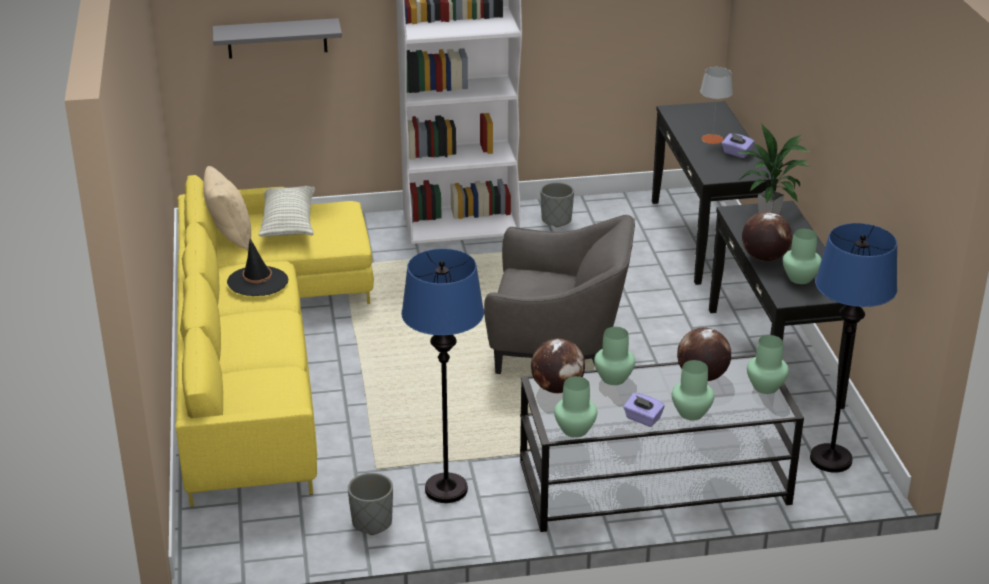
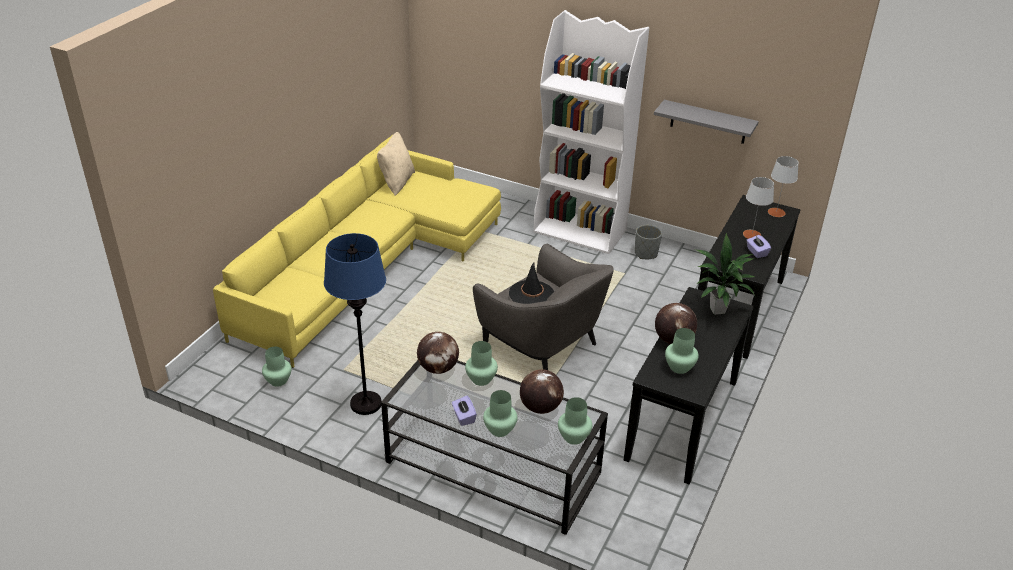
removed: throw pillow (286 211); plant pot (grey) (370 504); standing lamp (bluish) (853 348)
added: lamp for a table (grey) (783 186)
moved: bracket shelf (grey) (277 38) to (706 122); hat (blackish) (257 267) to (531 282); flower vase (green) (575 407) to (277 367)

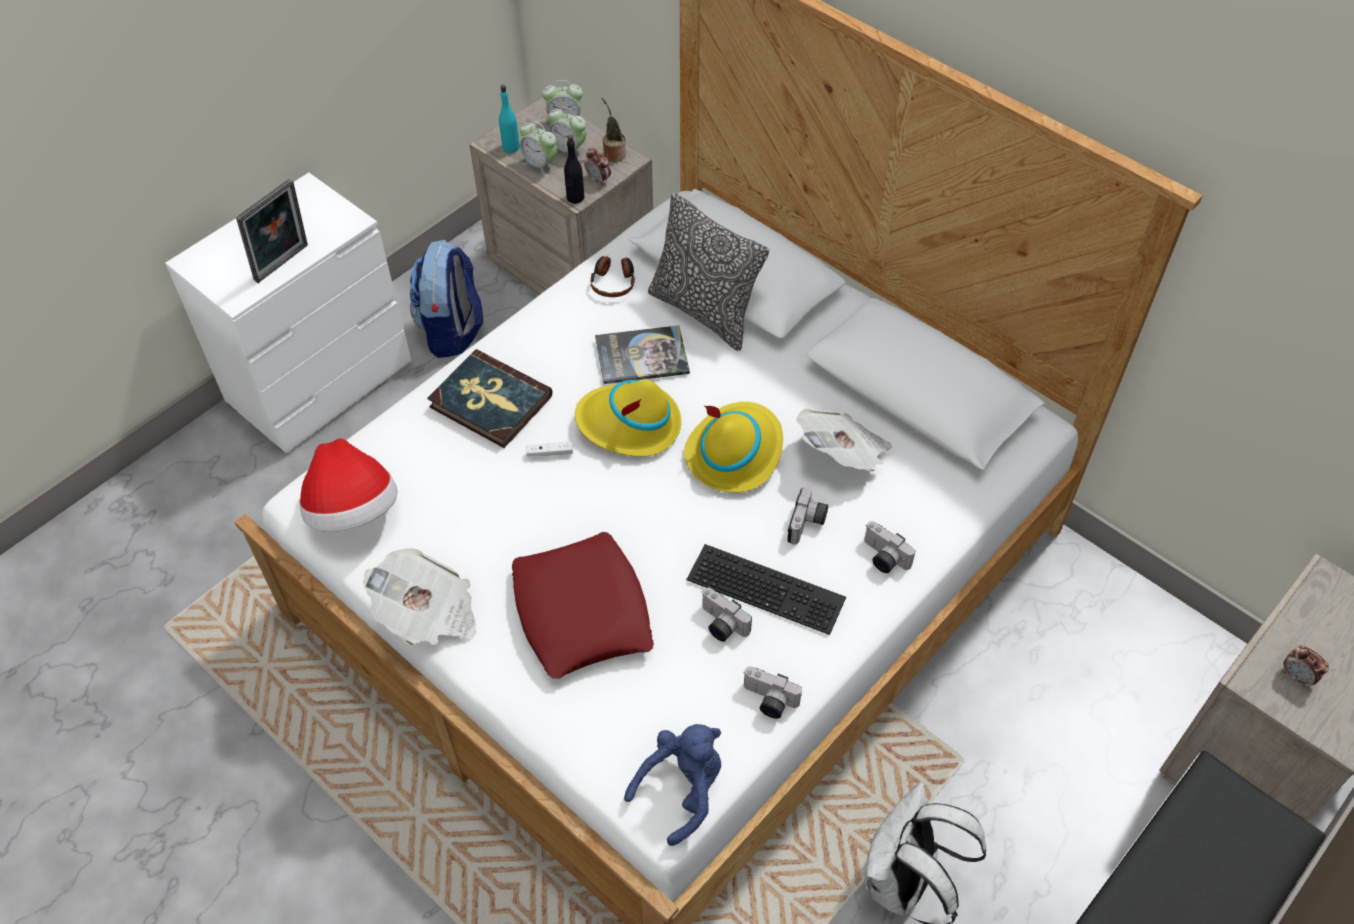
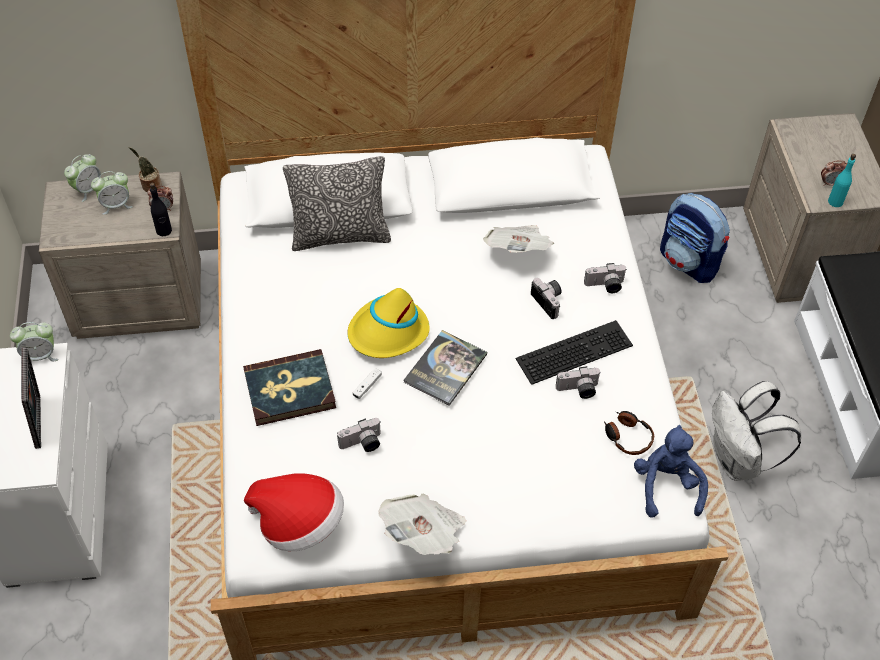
removed: throw pillow (red) (583 605); hat (yellow-coloured) (733 447)
moved: rucksack (446 299) to (695 238); bottle (turquoise-coloured) (509 119) to (842 180); alarm clock (538 149) to (34 342); headset (612 276) to (629 433); book (642 354) to (445 368); photo camera (772 693) to (359 435)

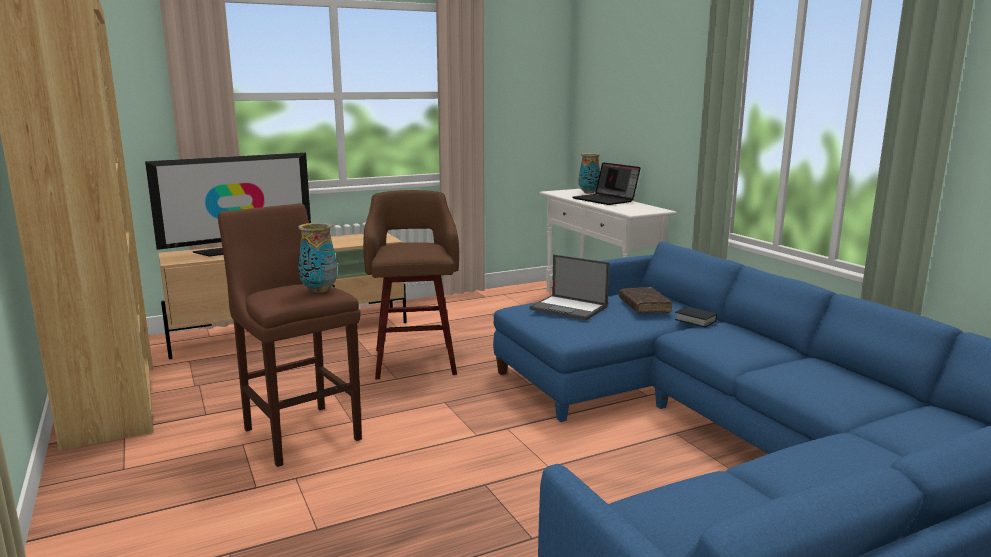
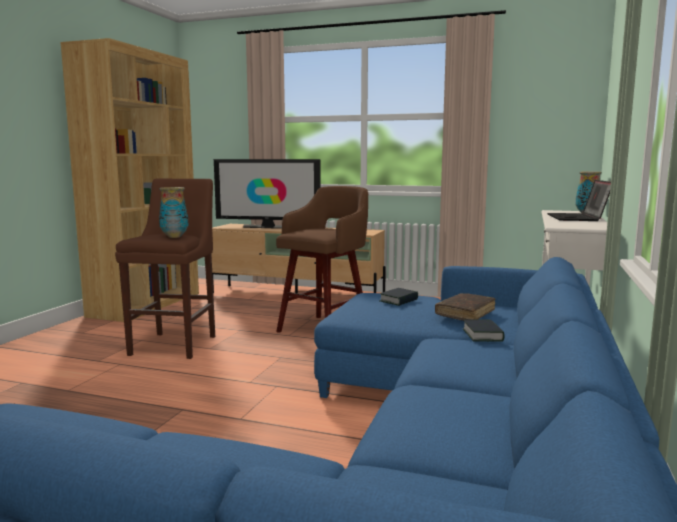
replaced: portable computer (569 287) to book (398 297)

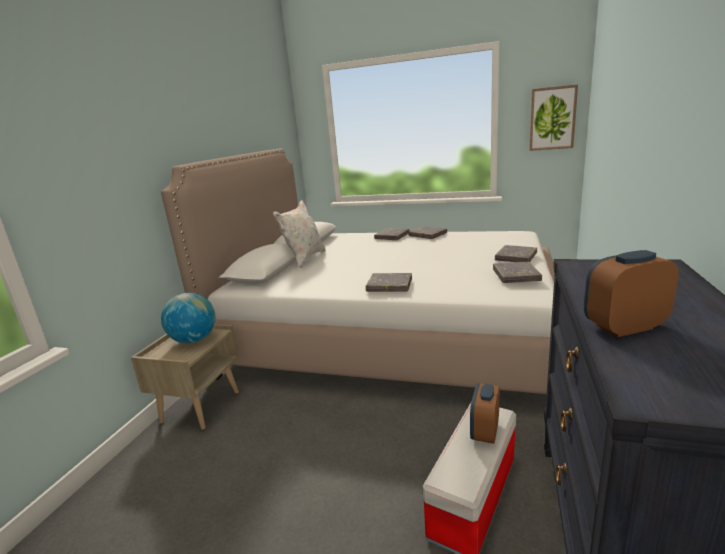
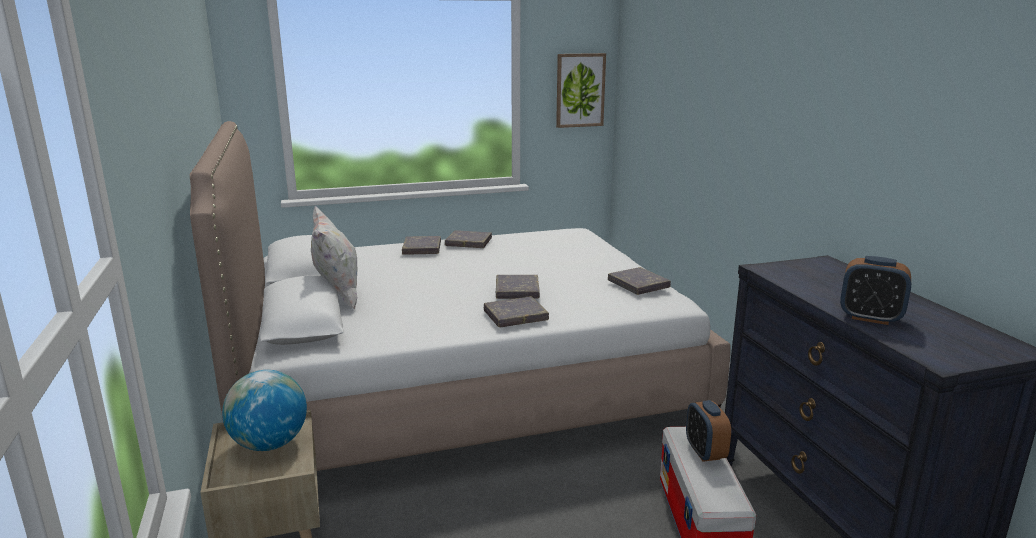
moved: book (grey) (516 253) to (517 287)
turned: alarm clock (631 293) = (875 290) 105 degrees counterclockwise

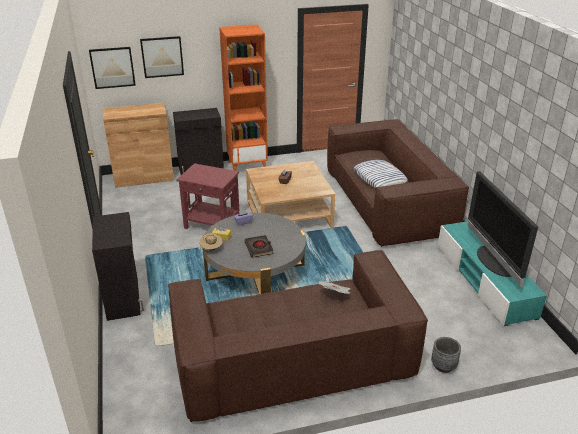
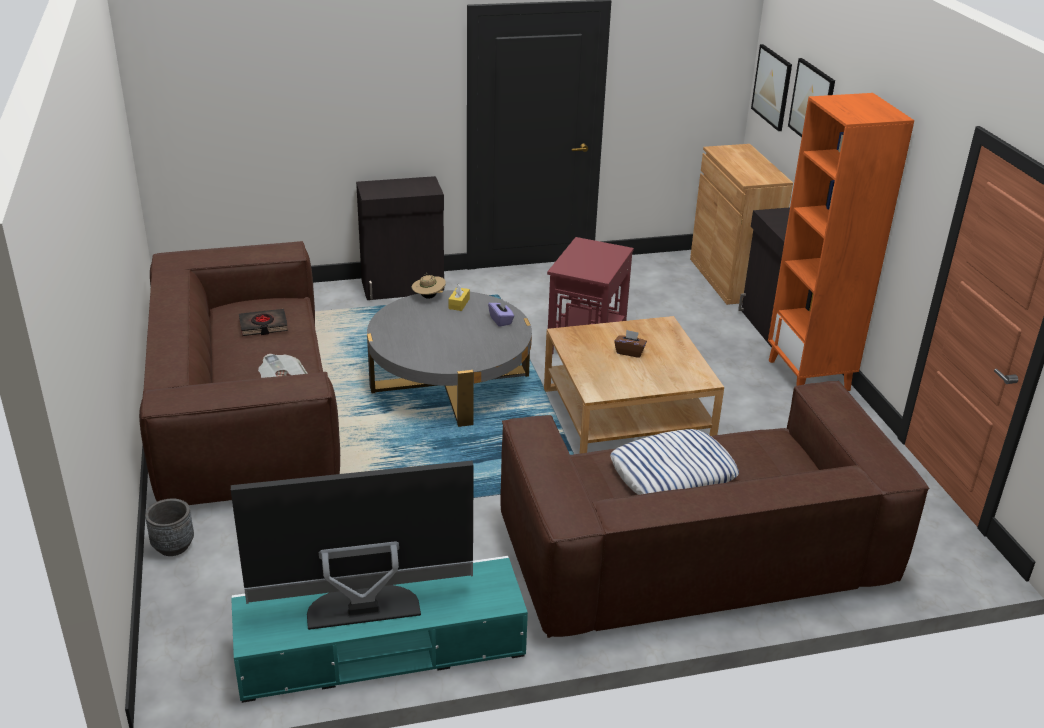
moved: book (blackish) (259 246) to (263 322)

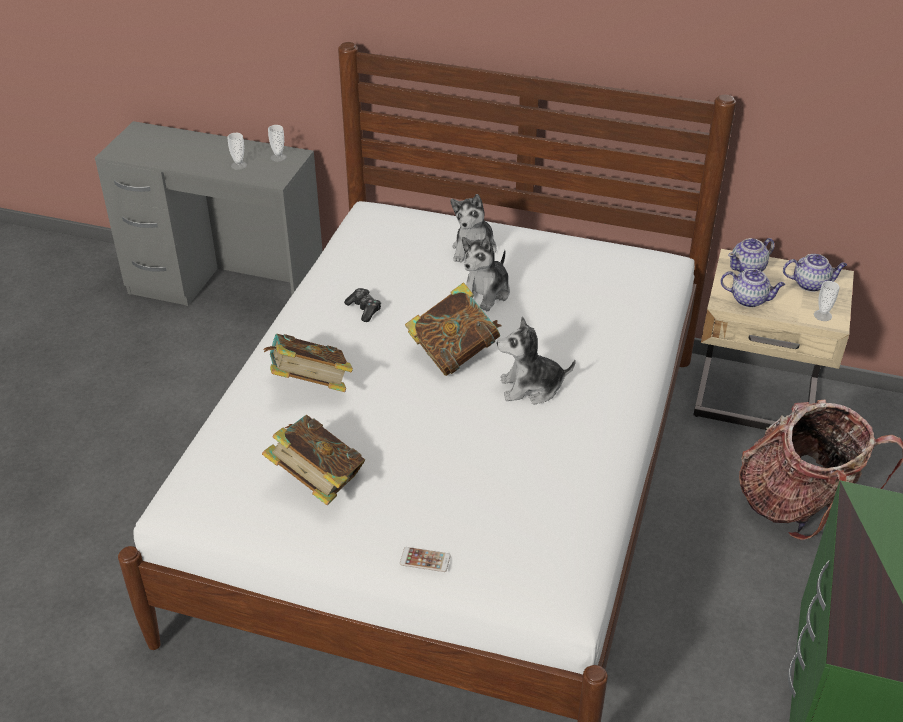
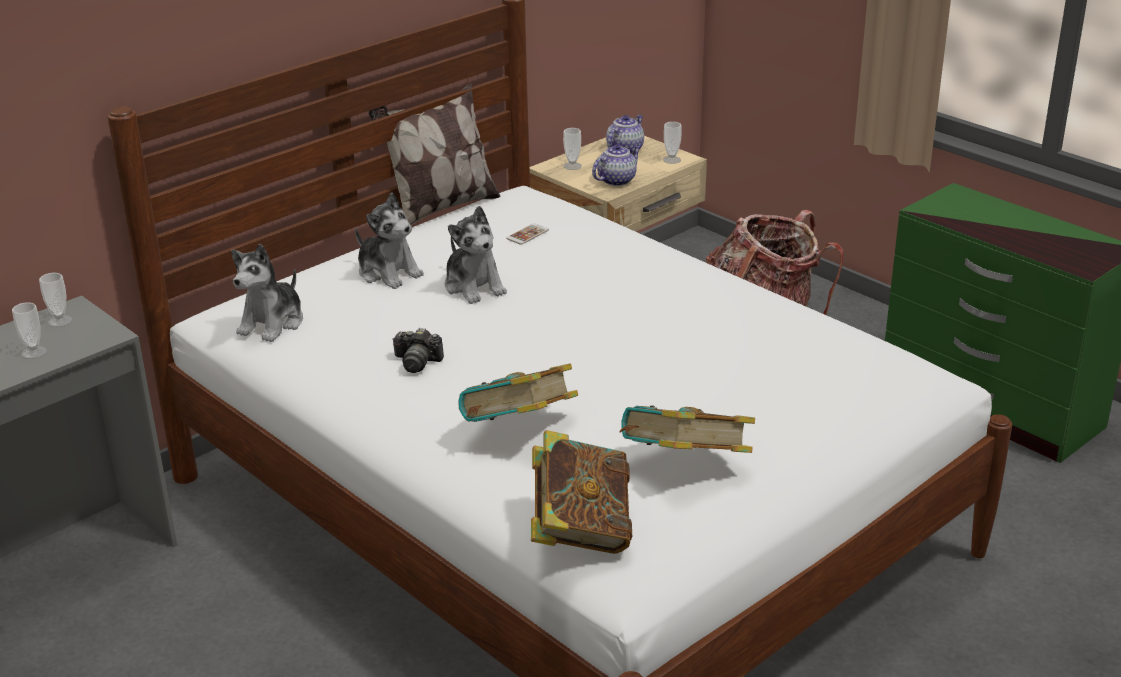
added: throw pillow (435 155)
moved: handset (425 559) to (527 234); book (453 329) to (581 492); cuddly toy (536 360) to (267 293)
replaced: game controller (362 305) to photo camera (418 350); tea pot (751 255) to cup (572 149)

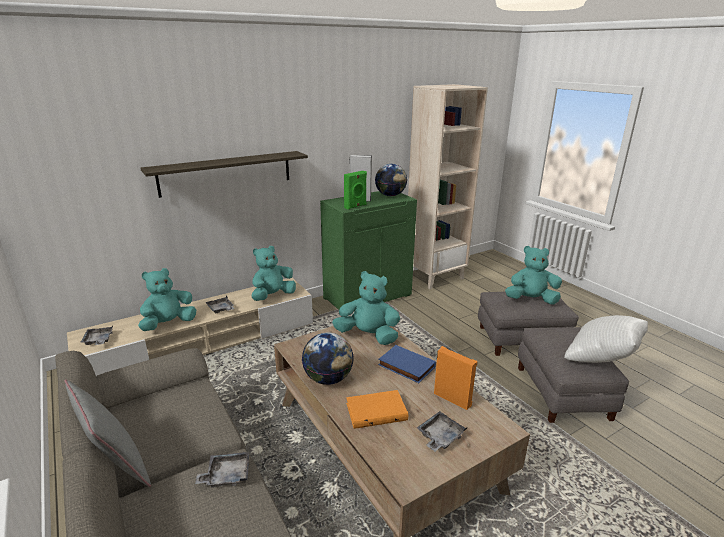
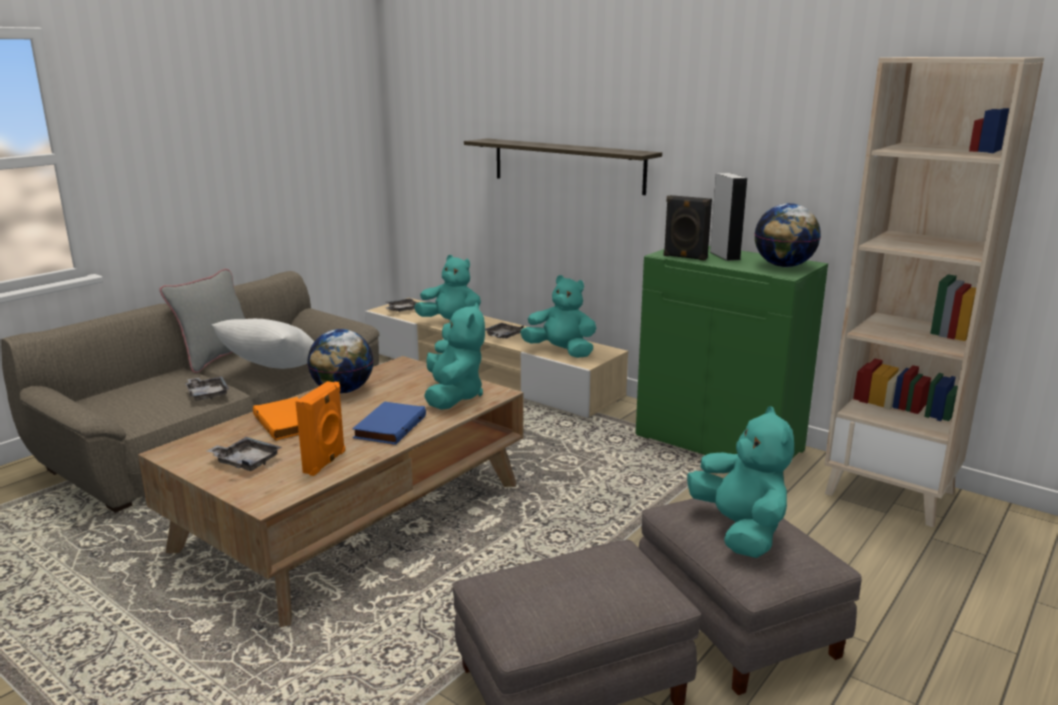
moved: throw pillow (whitish) (606 339) to (263 344)
recoloured: audio speaker (green) (355 190) to audio speaker (blackish) (687 228)

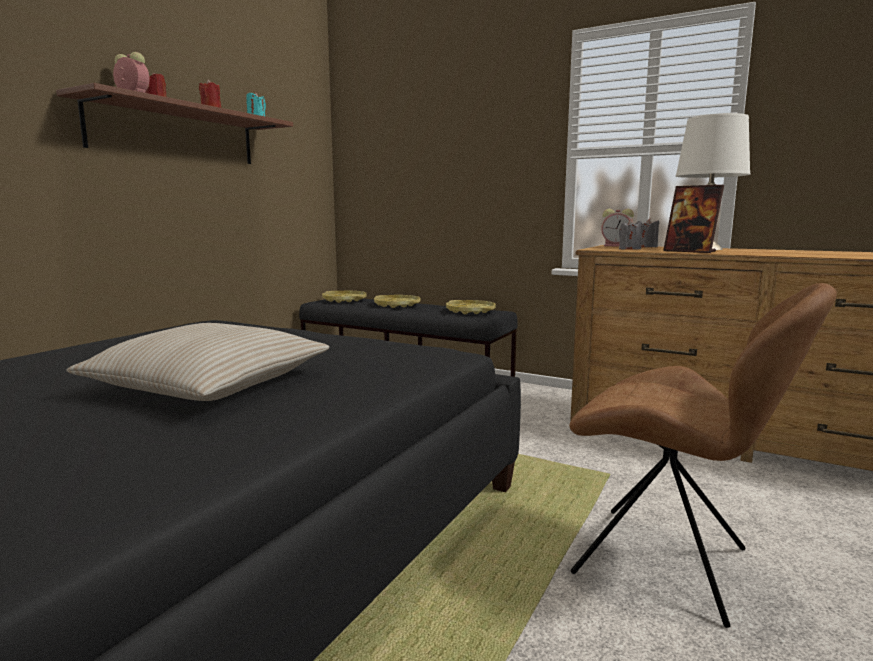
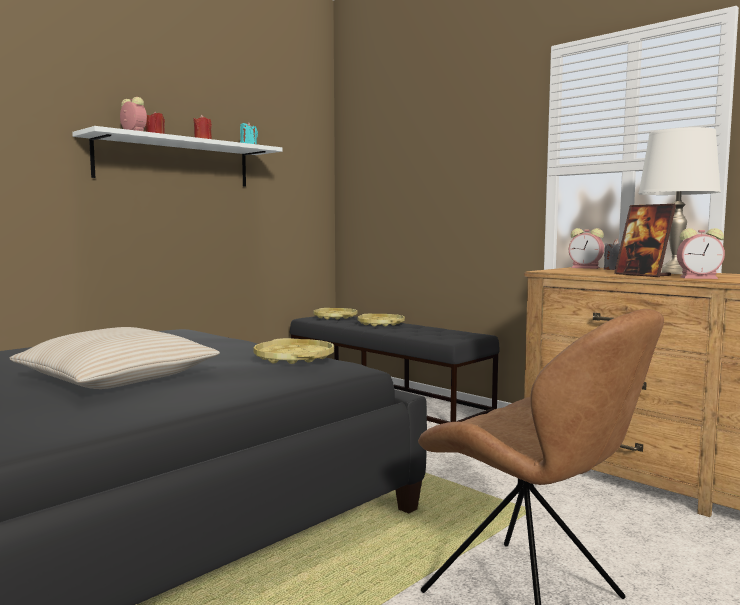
removed: wax candle (grey) (630 234)
added: alarm clock (701 253)
moved: tray (yellow-coloured) (471 307) to (294 351)
recoloured: bracket shelf (brownish) (174 123) to bracket shelf (whitish) (177 156)

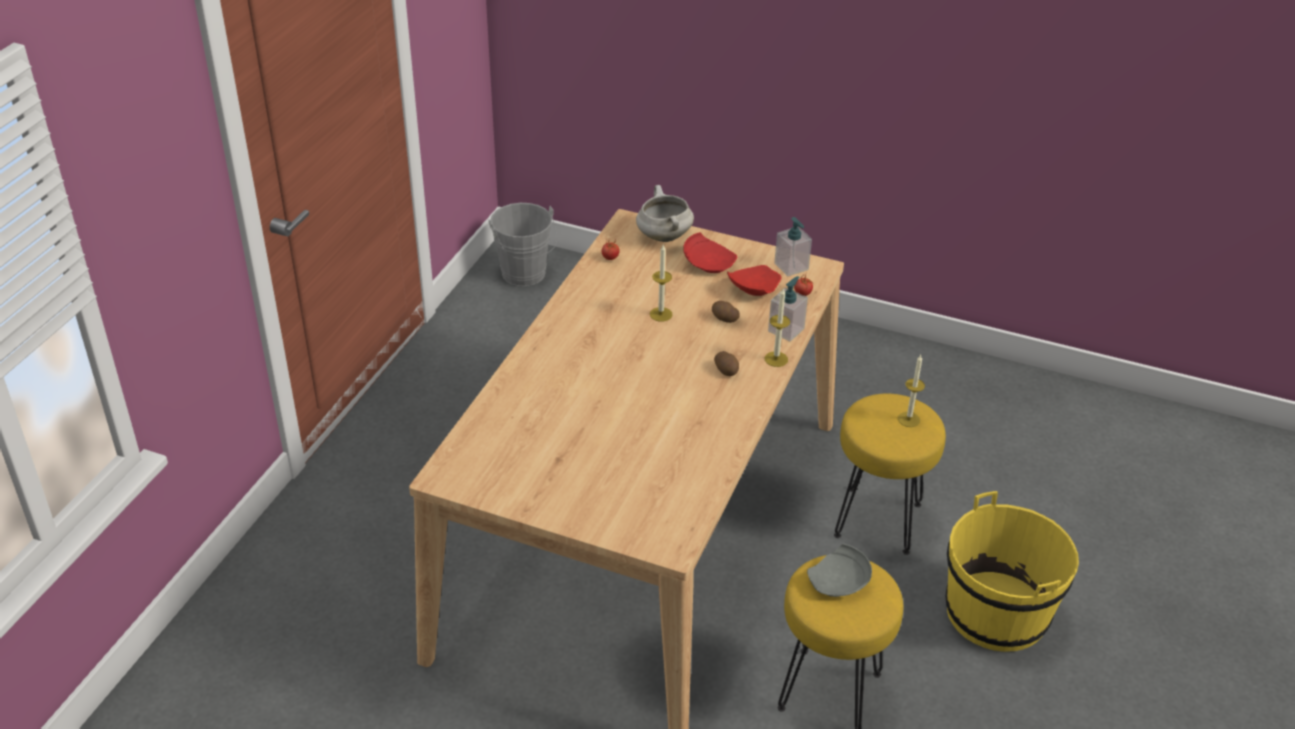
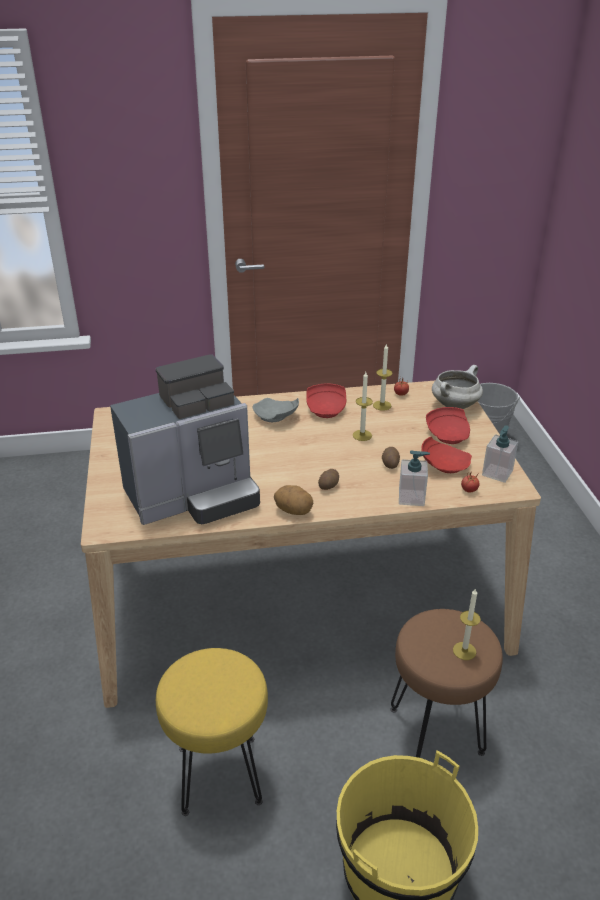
added: coffee brewer (185 439); whole potato (293 500); flat dish (red) (326 400)
moved: wax candle (777 328) to (383 377); flat dish (grey) (839 570) to (276 410)
recoloured: sitting stool (yellow-coloured) (890 474) to sitting stool (brownish) (446 683)

